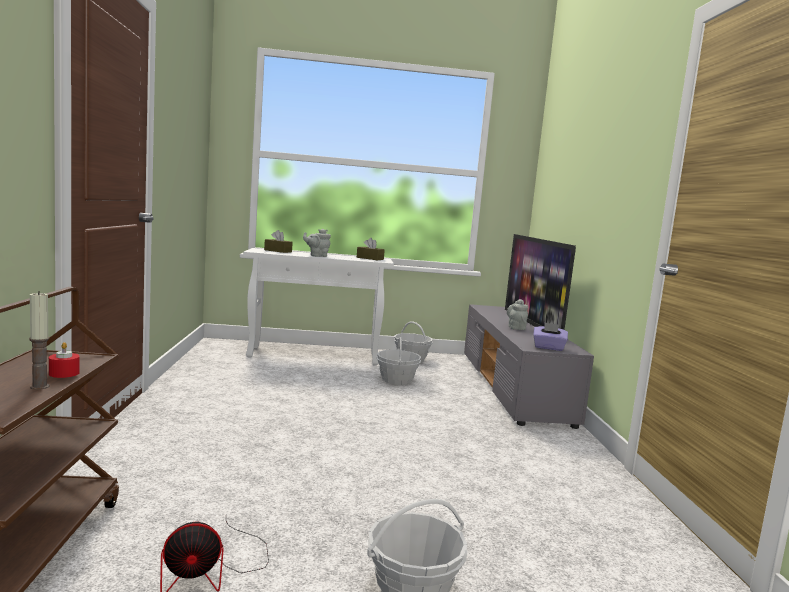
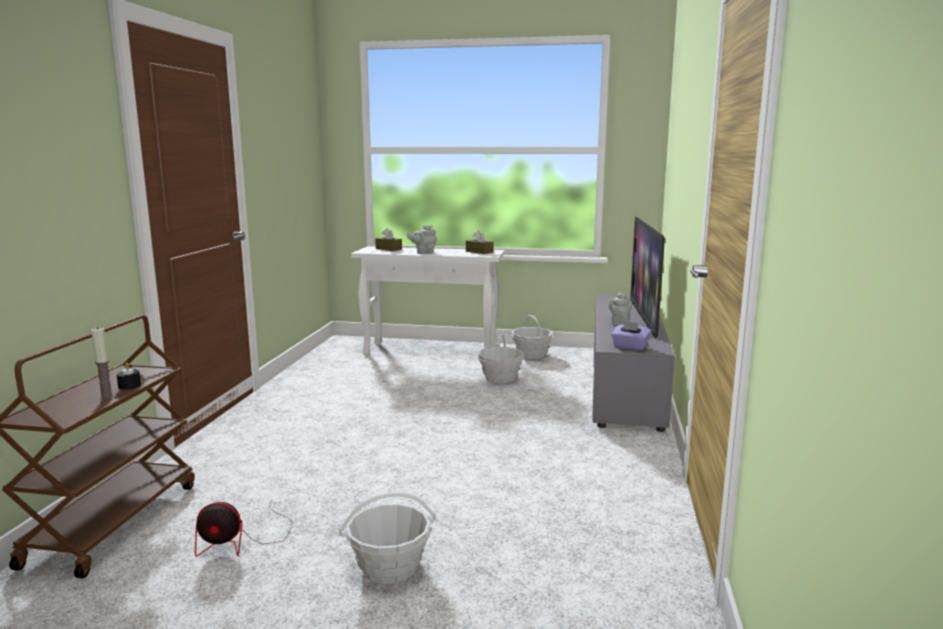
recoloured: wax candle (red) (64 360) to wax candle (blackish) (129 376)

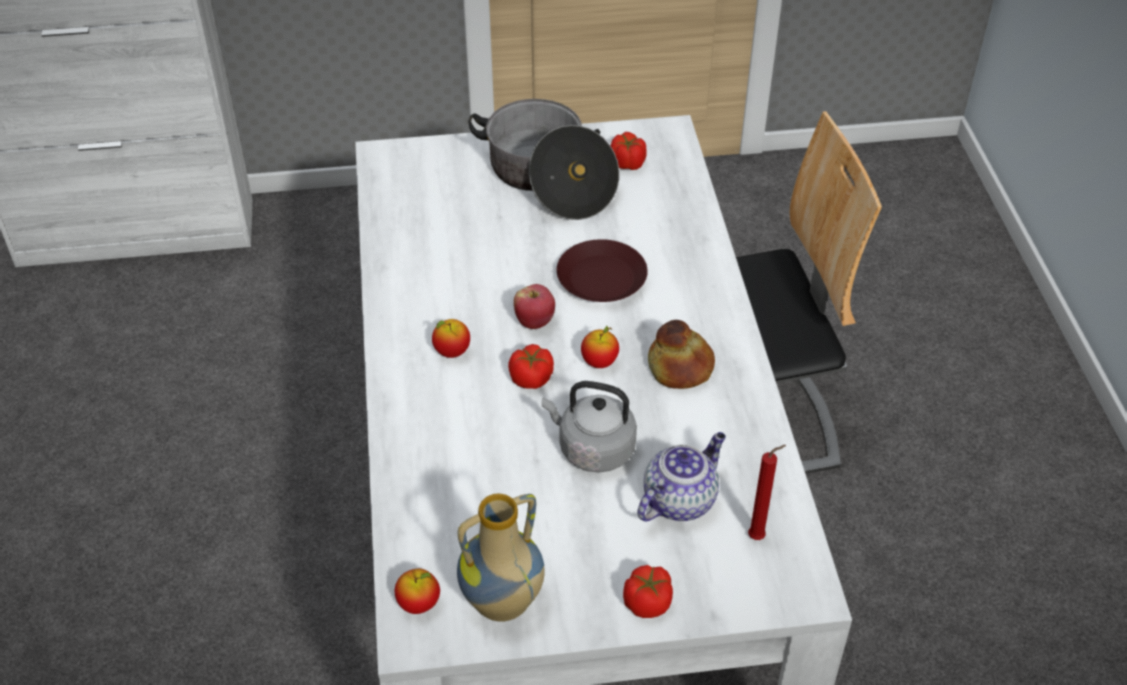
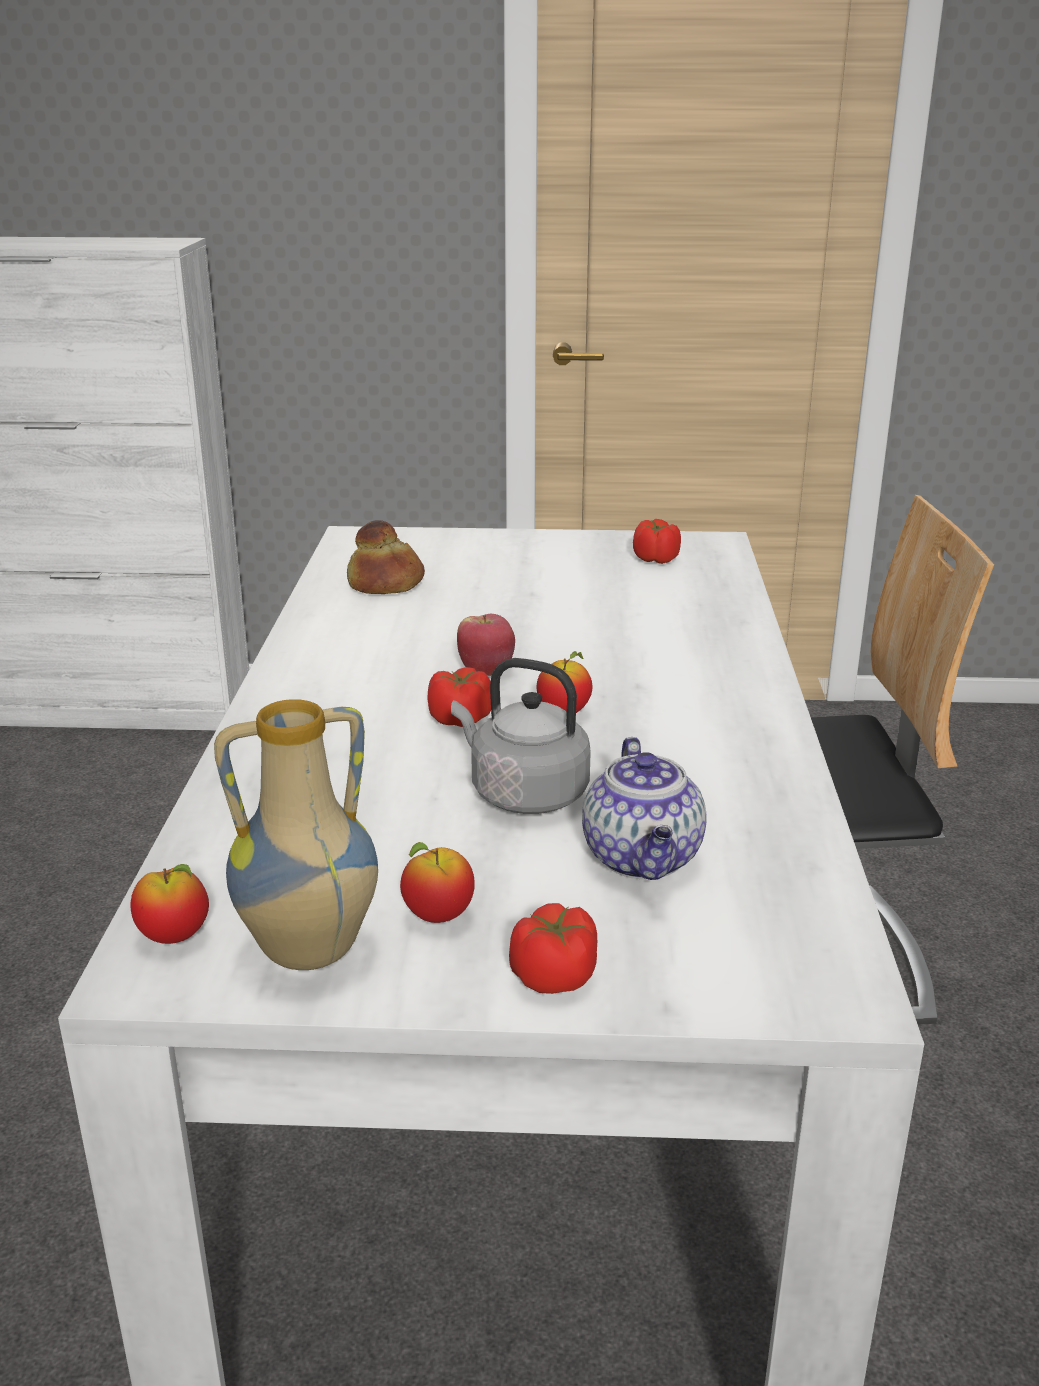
removed: saucepot (543 159); flat dish (brownish) (602 270); wax candle (red) (767 492)
moved: whole apple (451 338) to (437 882); bread (681 354) to (386 557)
turned: tea pot (681 476) = (644 808) 120 degrees clockwise

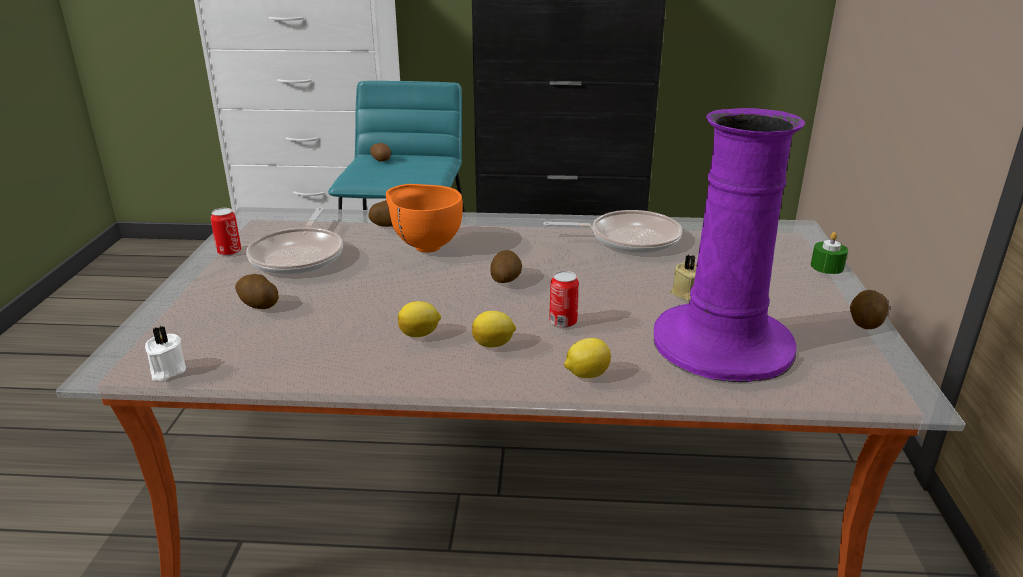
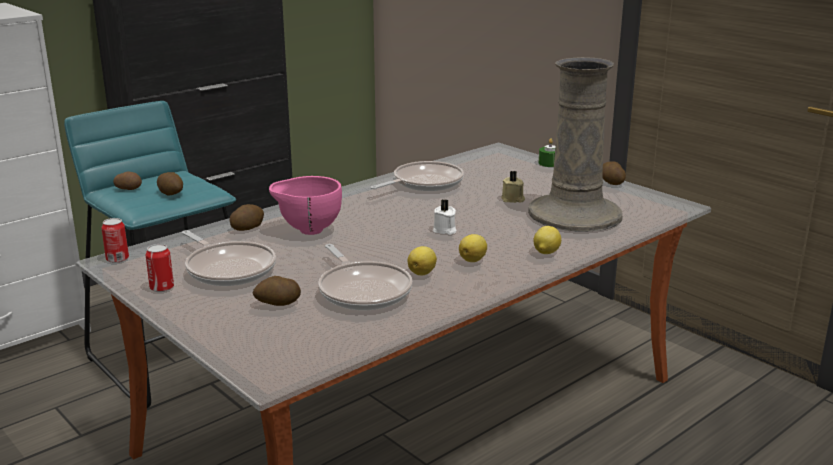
added: frying pan (365 277)
moved: wax candle (whitish) (165 353) to (444 217); whole potato (506 266) to (170 183); sealed can (564 299) to (115 240)
recoloured: deep dish (orangey) (424 218) to deep dish (pink-coloured) (305 205); flower vase (purplish) (729 245) to flower vase (beige-coloured) (575 144)

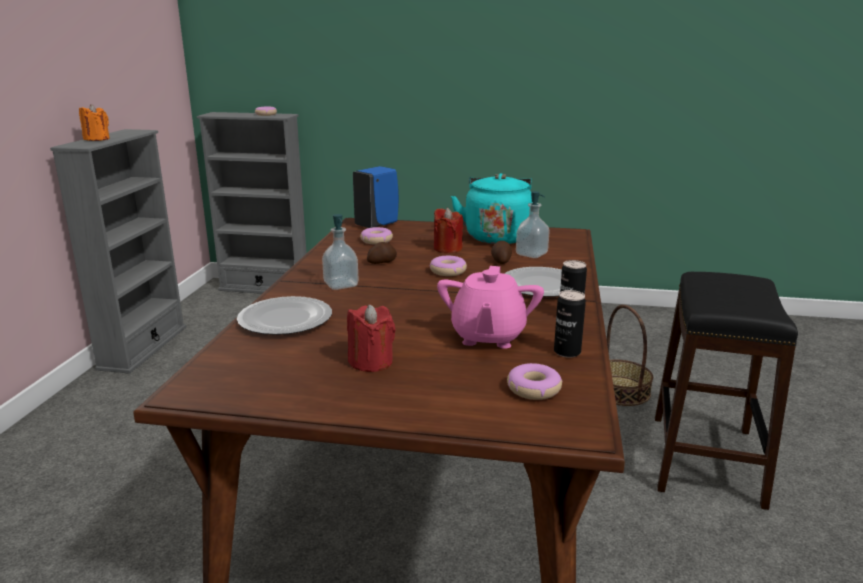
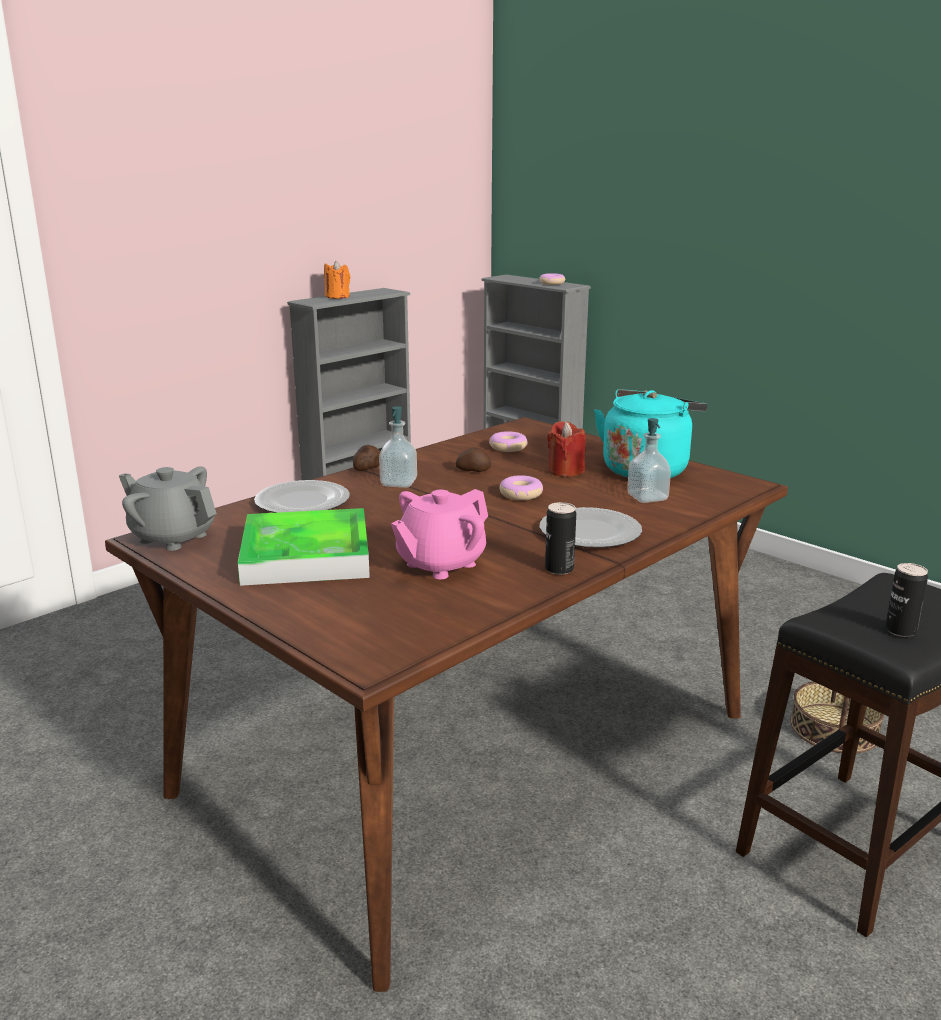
removed: soap dispenser (bluish) (376 197); doughnut (534 381)
added: tea pot (grey) (168 508)
moved: whole potato (501 252) to (366 458); sealed can (570 324) to (906 600)
replaced: wax candle (red) (371 338) to tray (304 547)

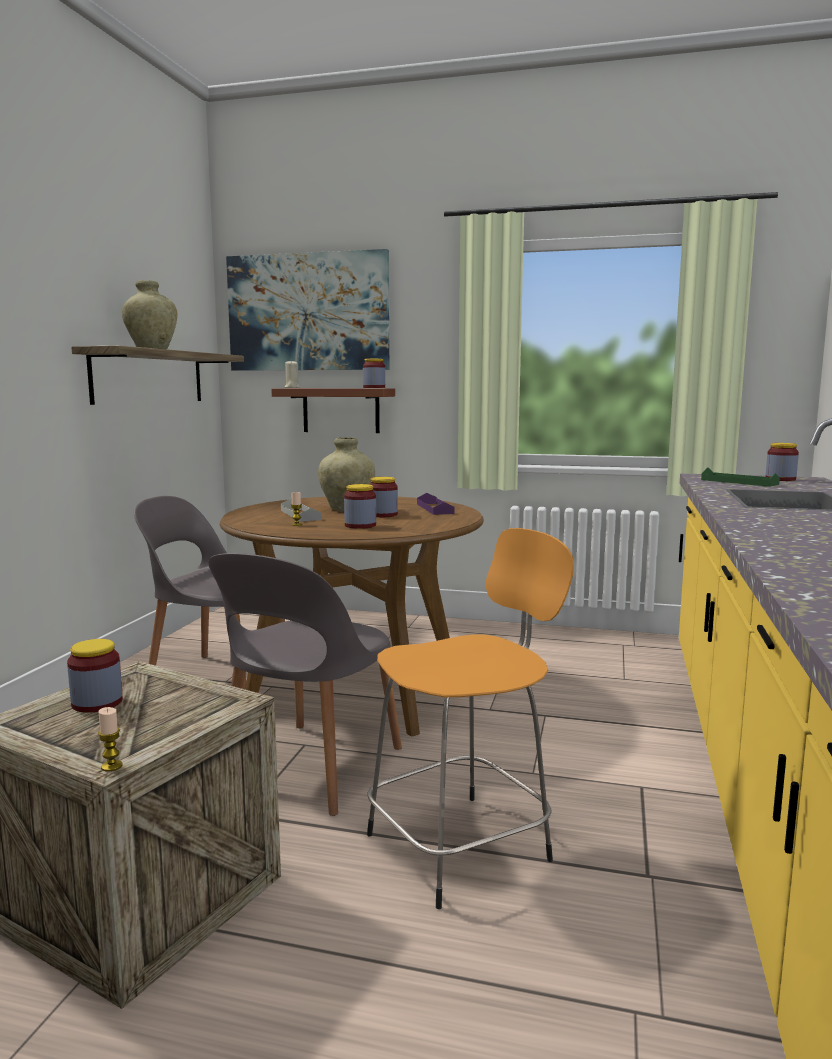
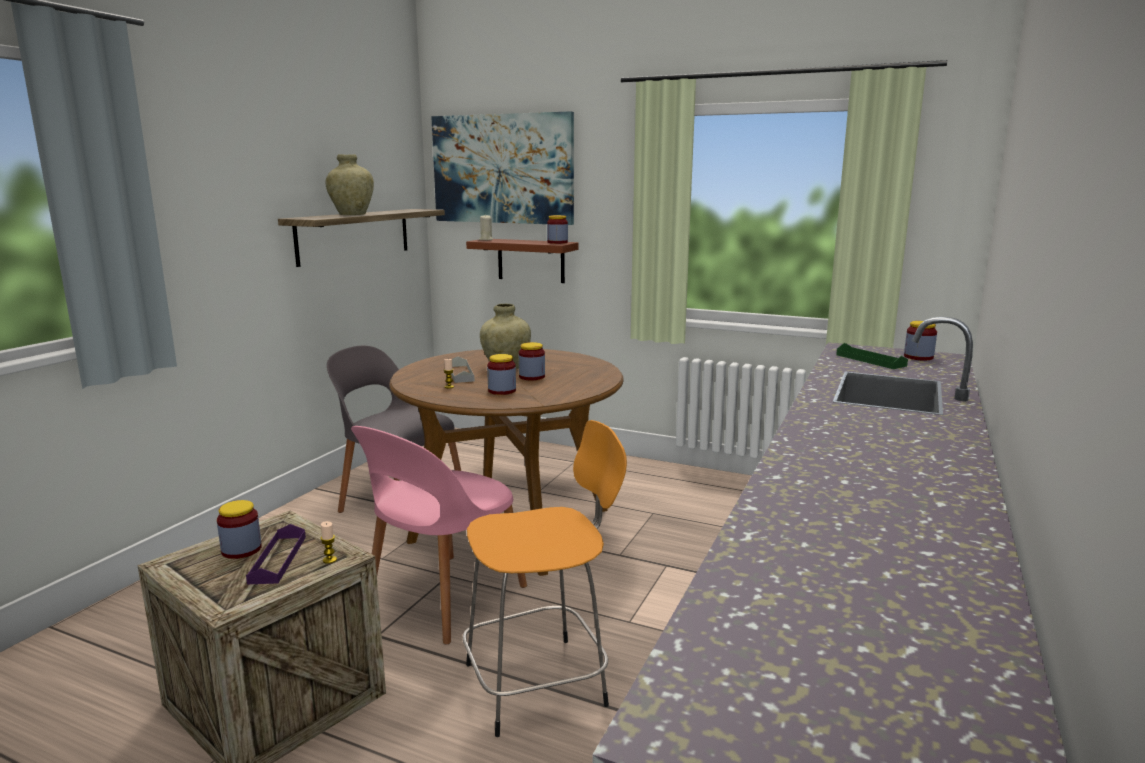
moved: wax candle (110 739) to (329 542); tray (purplish) (436 504) to (276 554)
recoloured: plain chair (grey) (305 684) to plain chair (pink-coloured) (439 535)

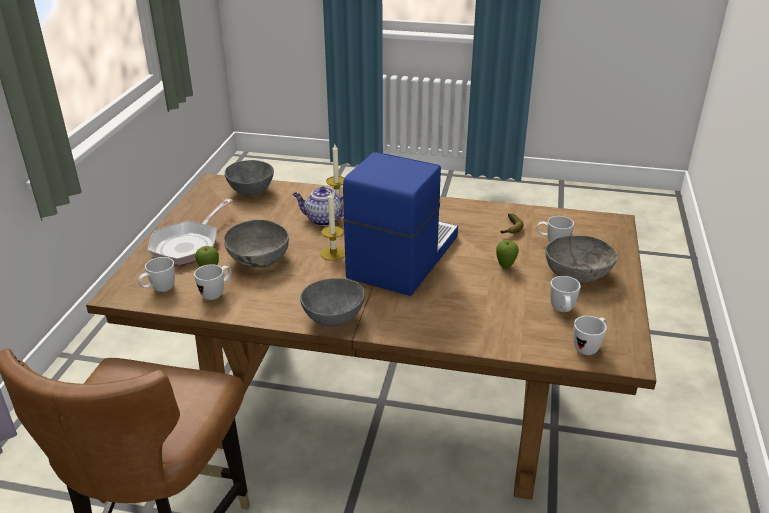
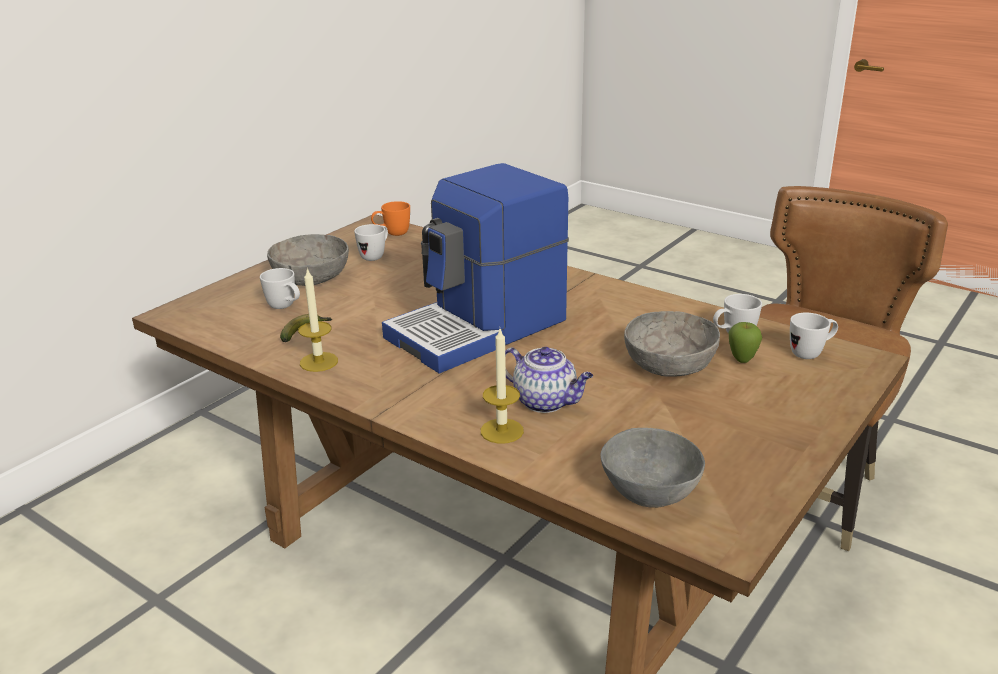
removed: frying pan (190 232); deep dish (grey) (332 302); whole apple (507 254)
moved: wax candle (332 225) to (318 320)
recoloured: tea mug (whitish) (590 335) to tea mug (orangey) (390 218)

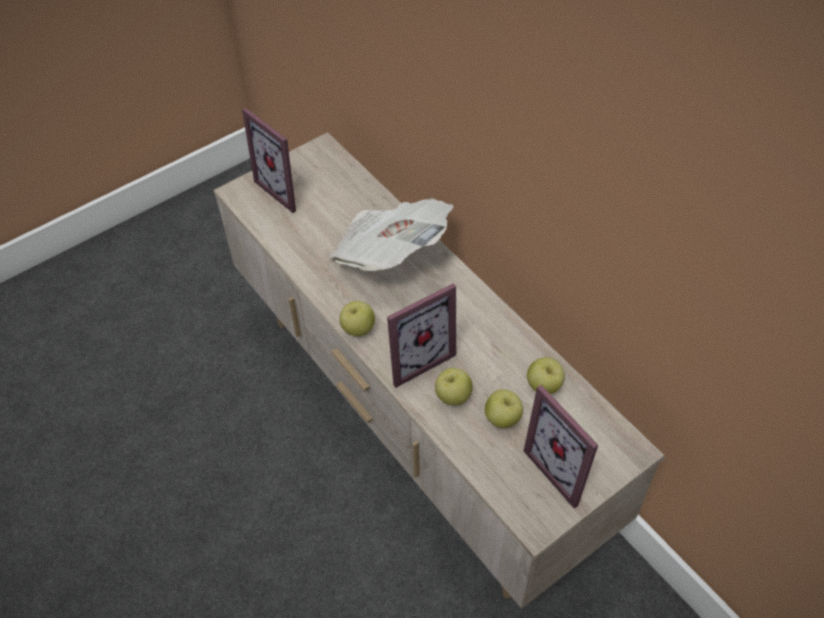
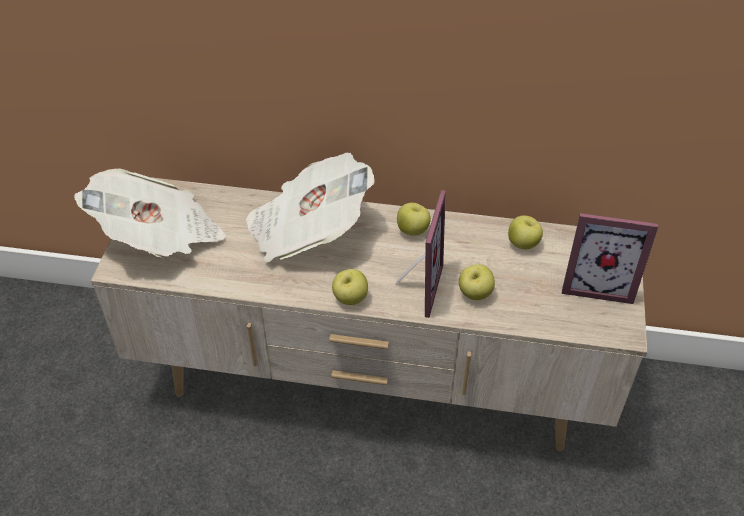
moved: whole apple (504 408) to (414 219)
replaced: standing frame (270 160) to newspaper (150 212)

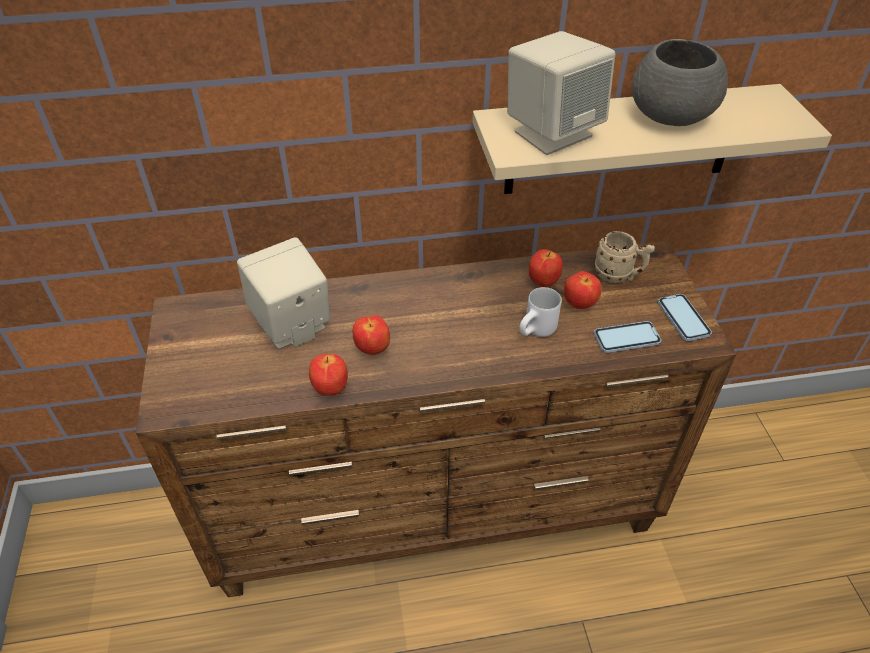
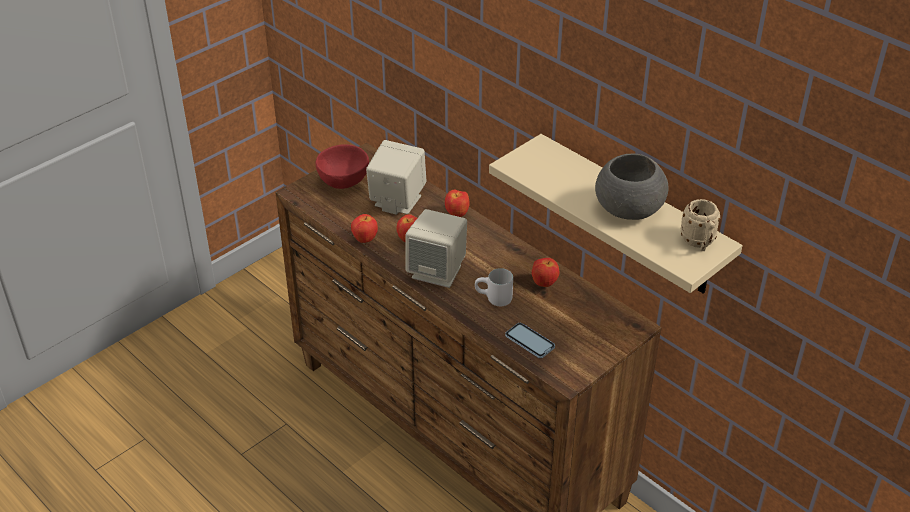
removed: handset (685 317)
added: deep dish (red) (342 166)
moved: audio speaker (beige-coloured) (561 93) to (436 248); whole apple (582 290) to (457 203); tea mug (beige-coloured) (624 257) to (701 225)

